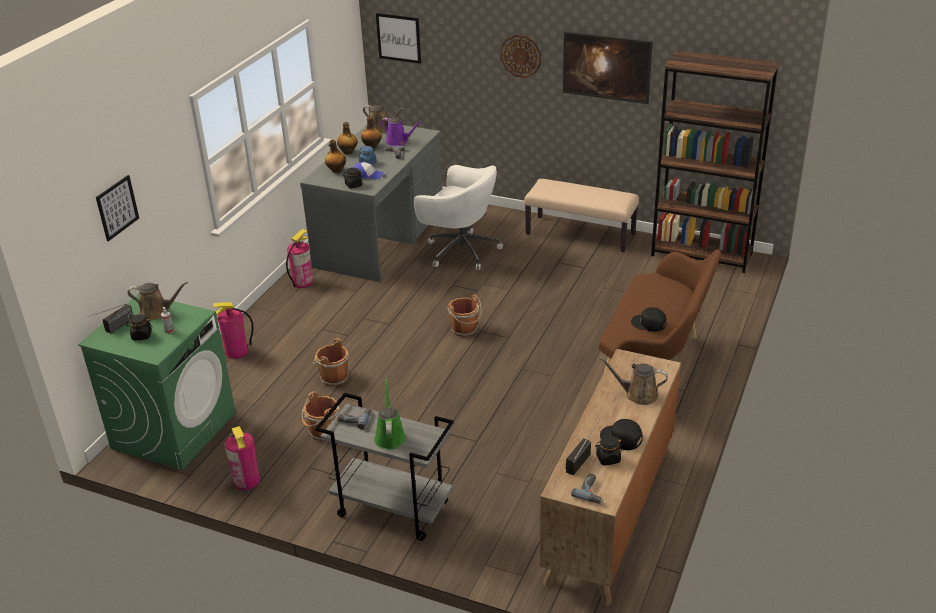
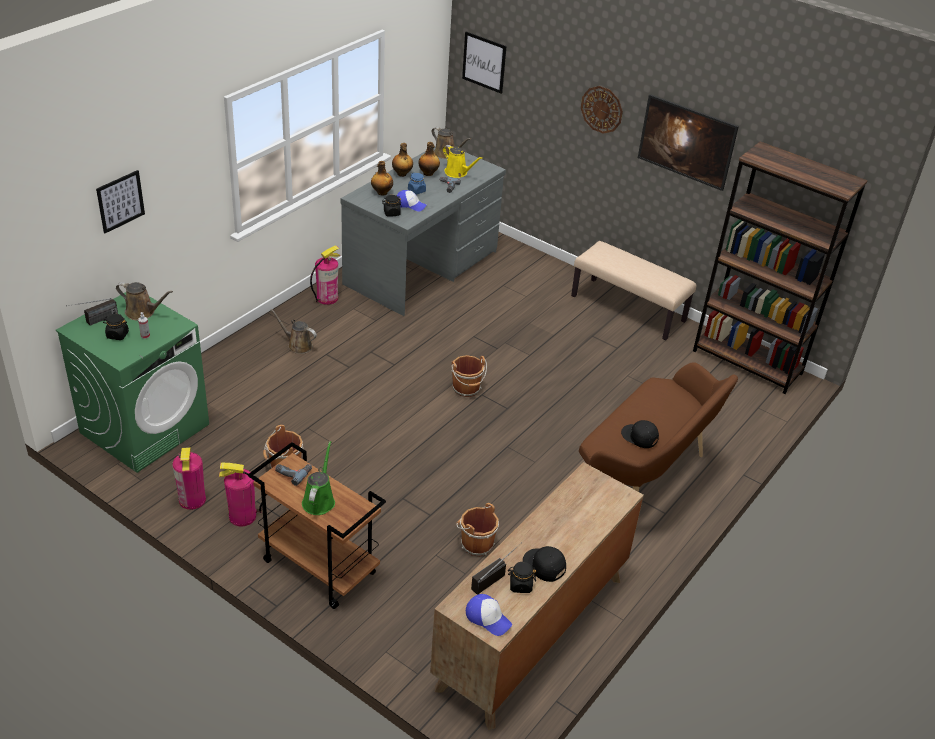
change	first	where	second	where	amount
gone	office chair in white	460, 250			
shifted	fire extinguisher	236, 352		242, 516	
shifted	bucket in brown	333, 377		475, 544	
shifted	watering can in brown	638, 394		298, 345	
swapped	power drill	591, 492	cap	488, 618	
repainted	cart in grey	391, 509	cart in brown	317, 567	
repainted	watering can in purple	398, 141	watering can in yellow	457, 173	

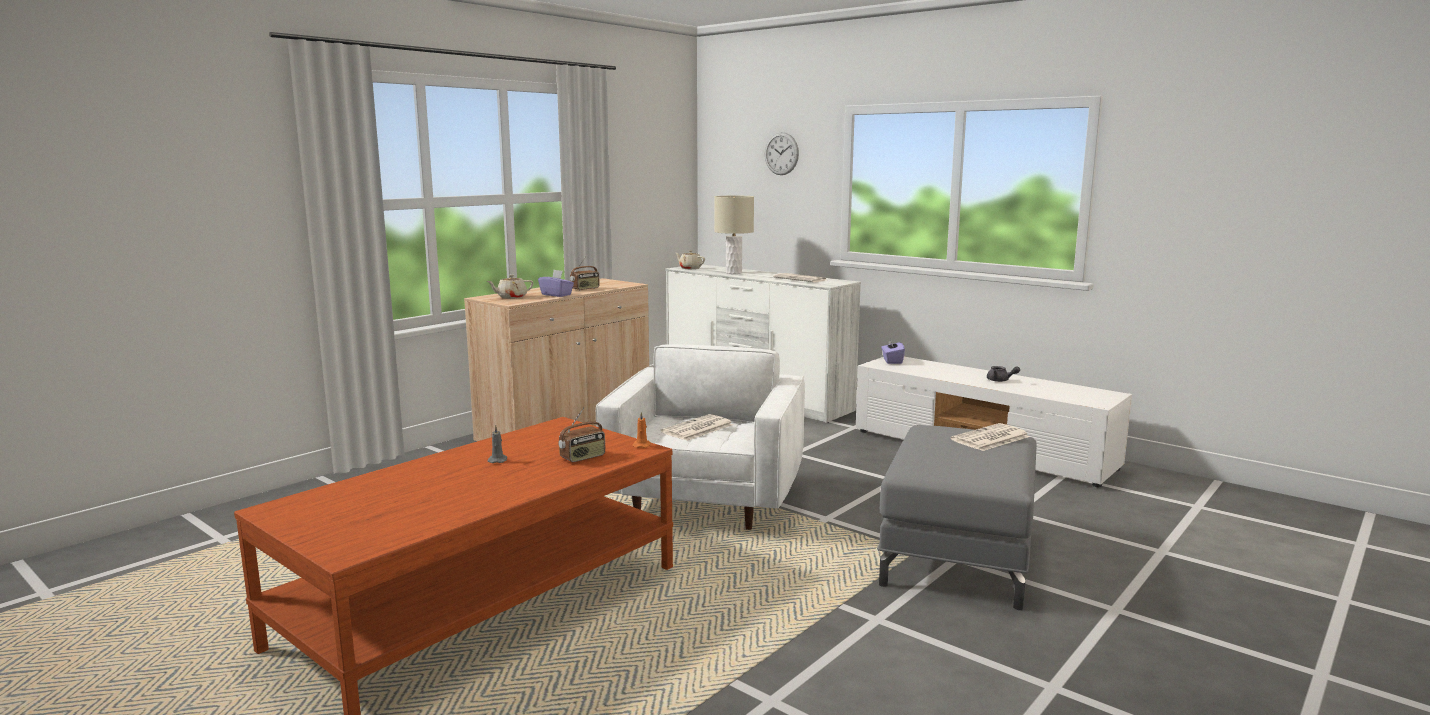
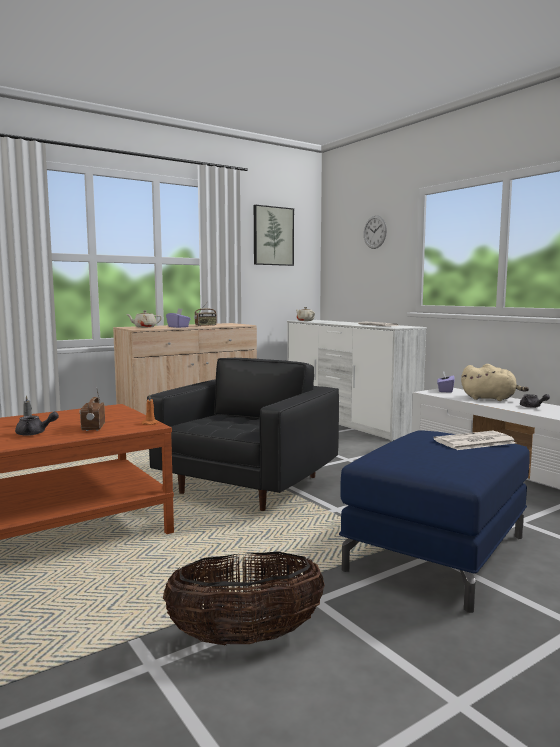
change	first	where	second	where	amount
gone	newspaper	697, 429			
gone	table lamp in beige	734, 273			
new			teapot in grey	35, 433	
new			basket	245, 638	
new			picture	273, 236	
new			plush toy in beige	490, 399	
repainted	armchair in white	707, 501	armchair in black	248, 487	
repainted	ottoman in grey	959, 556	ottoman in blue	438, 553	
rotated	radio	583, 457		92, 427	105 degrees clockwise

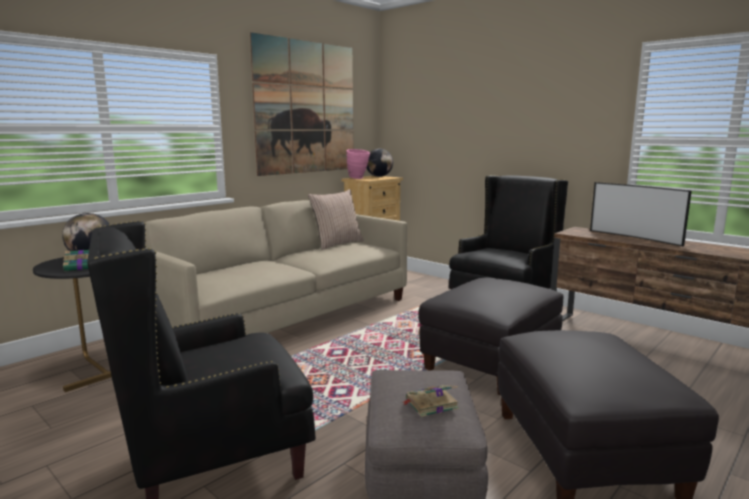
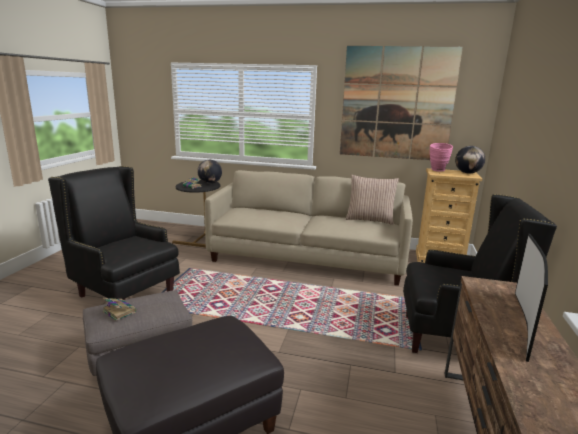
change	first	where	second	where	amount
gone	ottoman in black	490, 362			

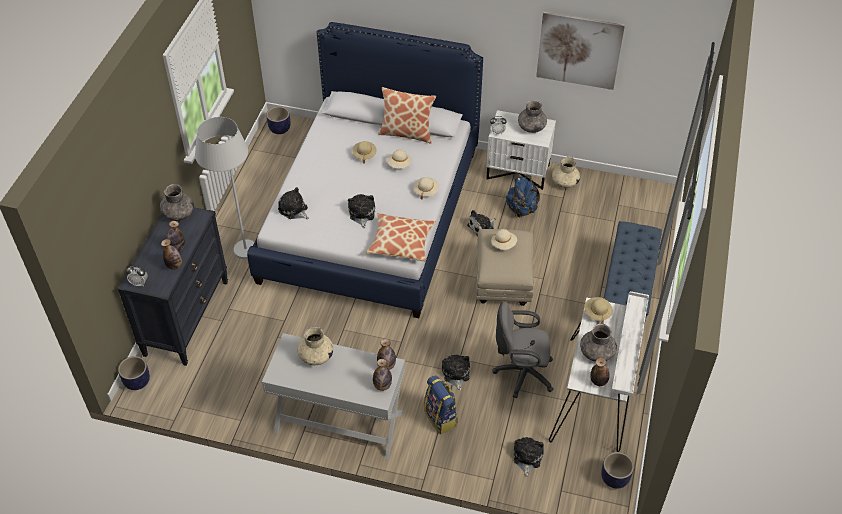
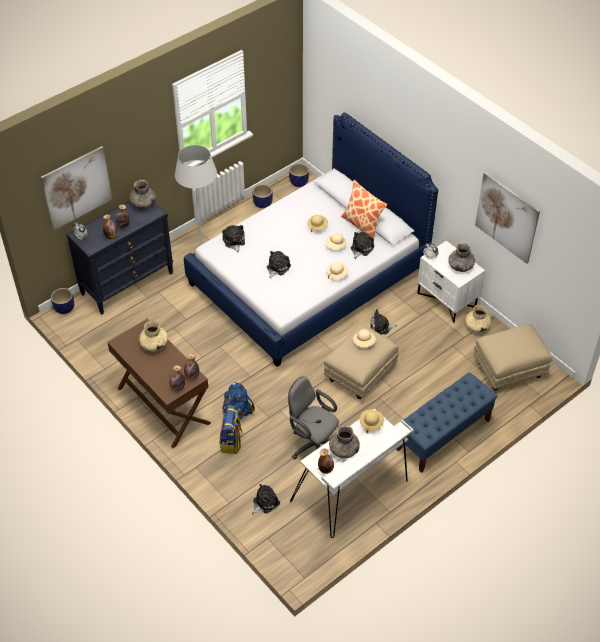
change	first	where	second	where	amount
gone	pillow	401, 242			
new			picture	77, 188	
new			ottoman in beige	509, 370	
shifted	plush toy	455, 374		361, 248	
shifted	backpack in blue	521, 209		237, 411	
shifted	planter	615, 478		263, 203	
repainted	console table in white	339, 422	console table in brown	163, 405	

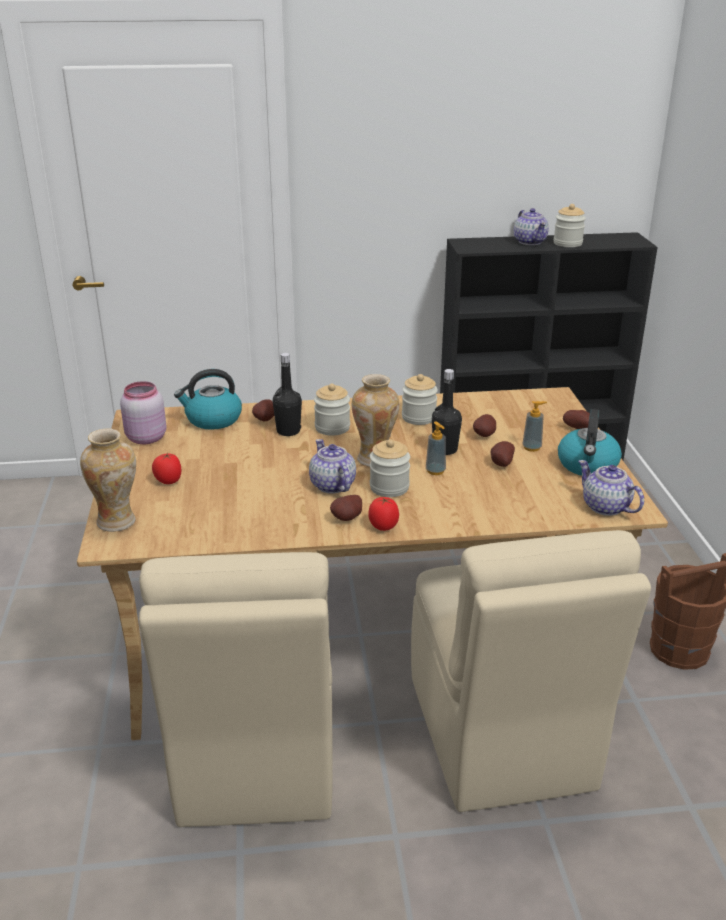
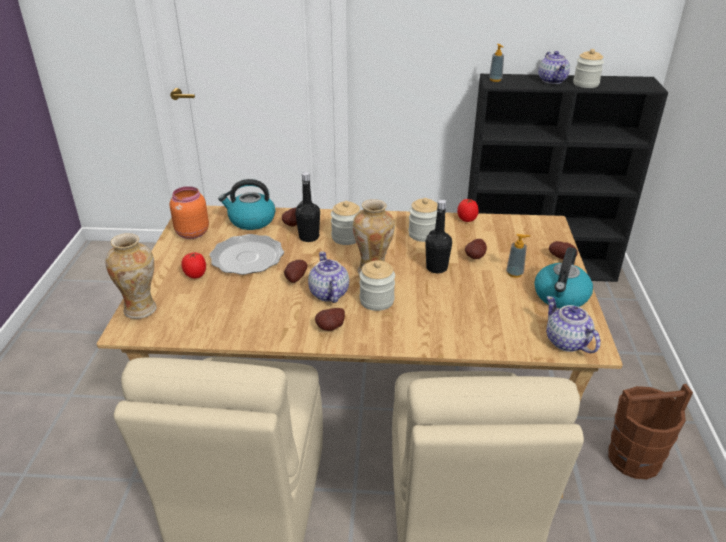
change	first	where	second	where	amount
new			plate	248, 257	
shifted	tomato	383, 526		467, 219	
shifted	soap dispenser	435, 471		495, 80	
shifted	potato	500, 464		295, 279	
repainted	jar in pink	145, 438	jar in orange	191, 233	

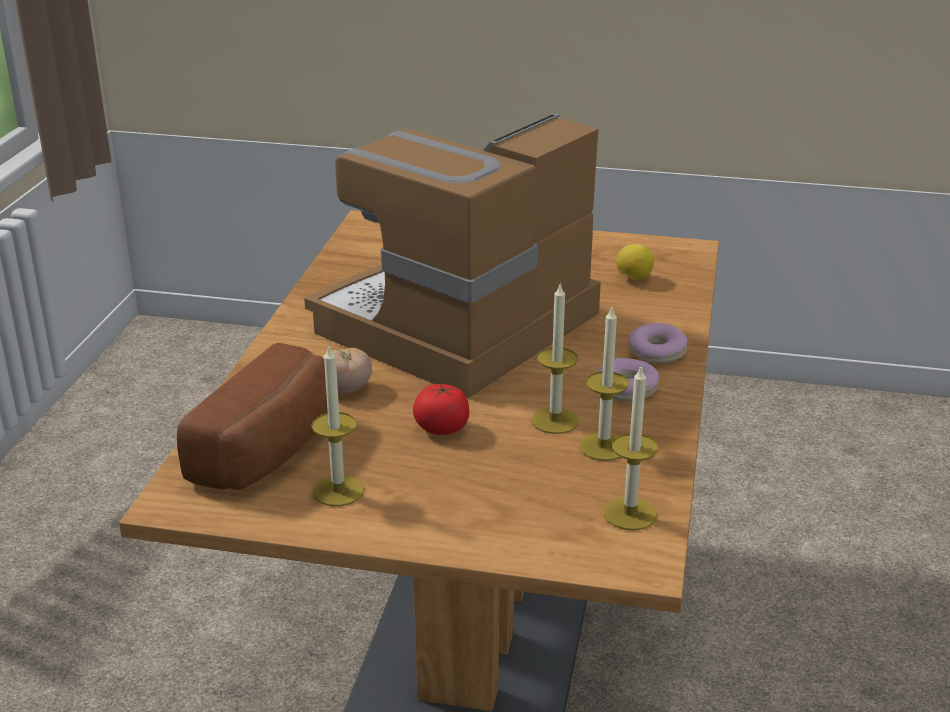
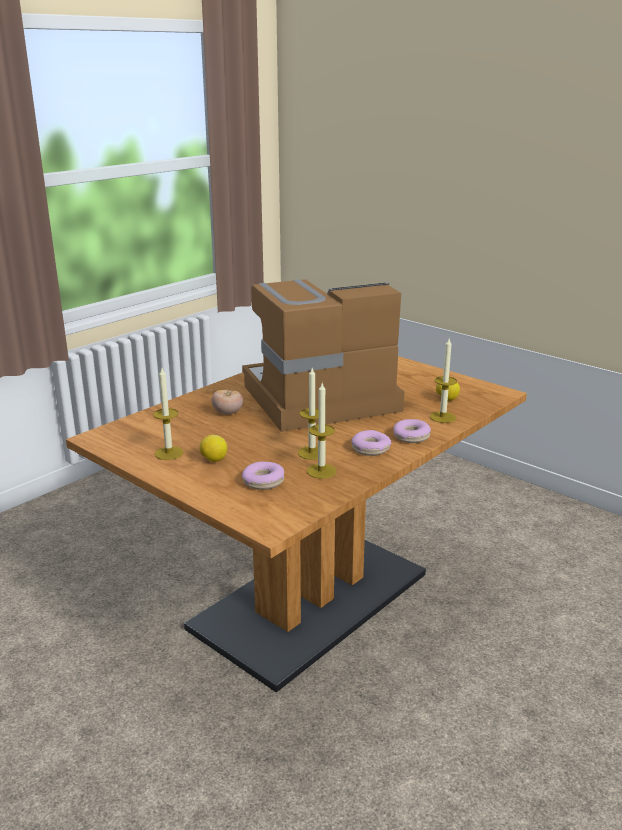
change	first	where	second	where	amount
gone	bread	272, 450			
gone	tomato	442, 428			
new			lemon	213, 460	
new			donut	263, 482	
shifted	candle	630, 514		442, 417	

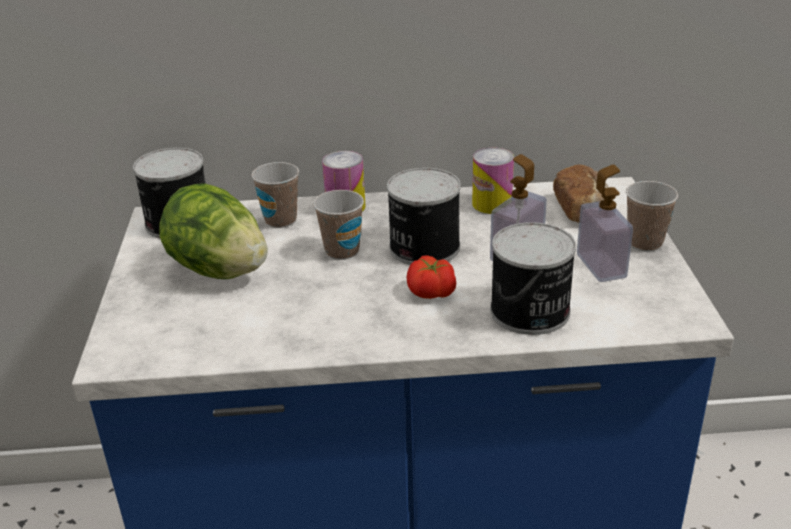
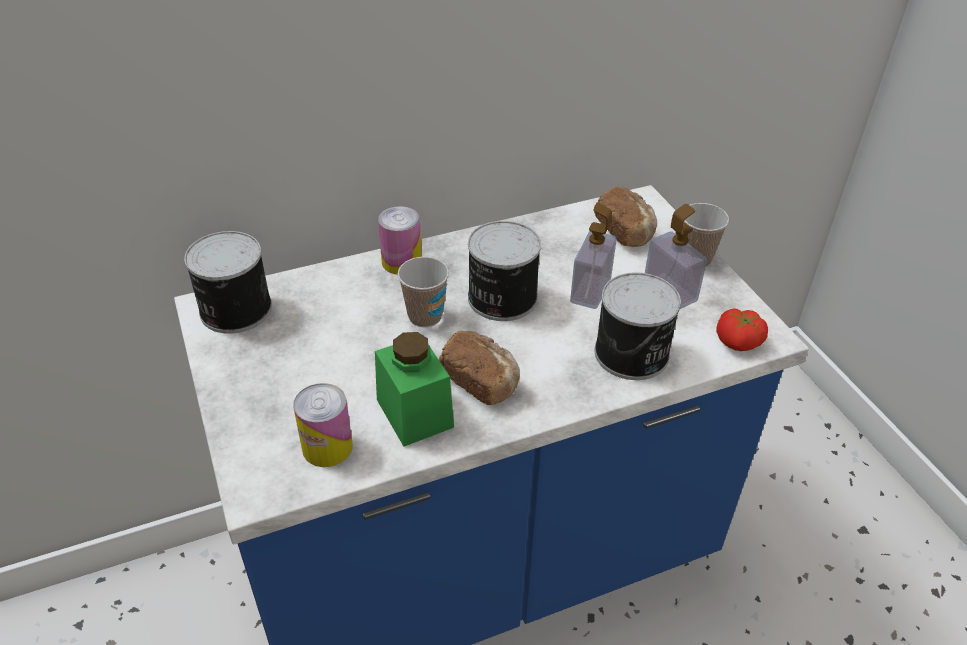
change	first	where	second	where	amount
gone	lettuce	219, 270			
gone	cup	280, 220			
new			jar in green	414, 413	
new			bread	480, 380	
shifted	tomato	431, 292		738, 342	
shifted	can	492, 204		327, 447	

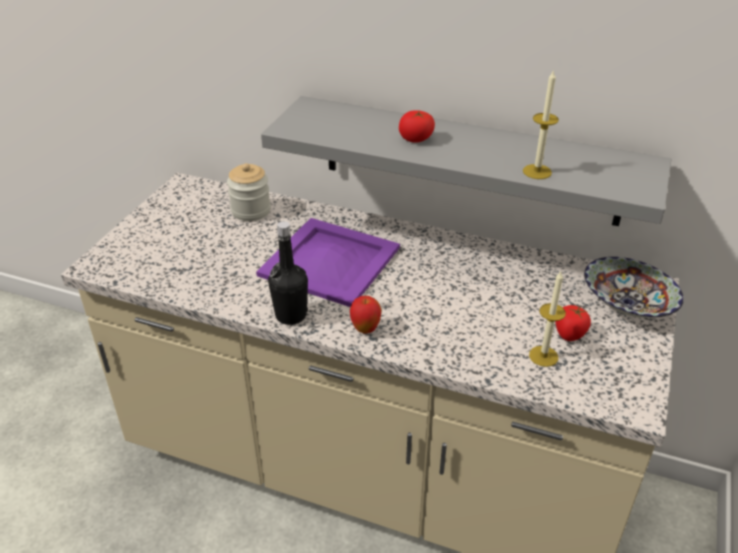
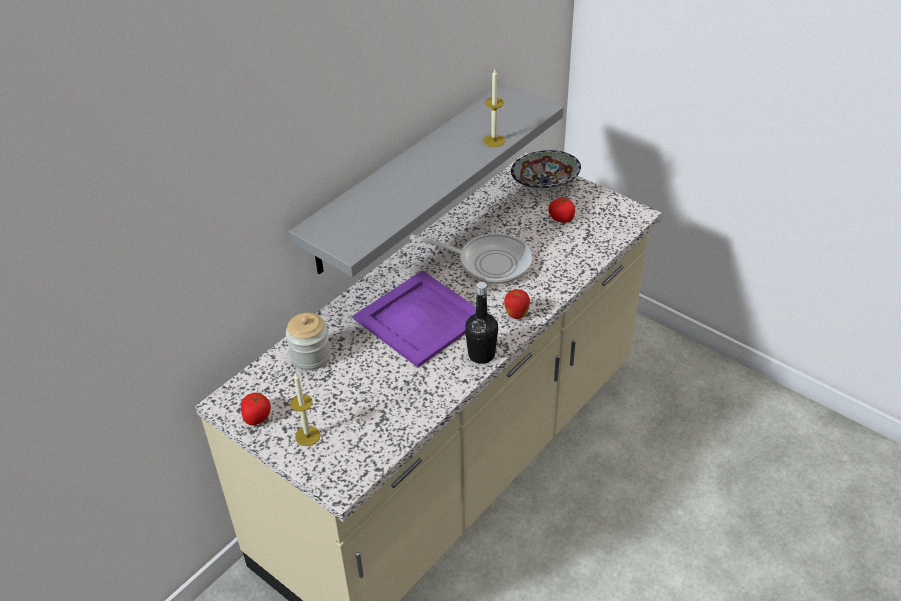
change	first	where	second	where	amount
new			frying pan	488, 262	
shifted	tomato	416, 139		257, 417	
shifted	candle	543, 356		307, 436	

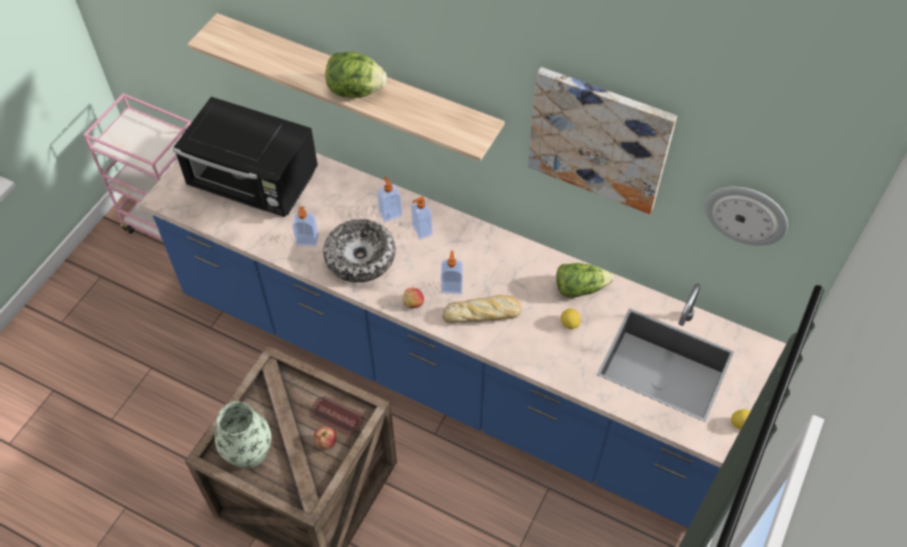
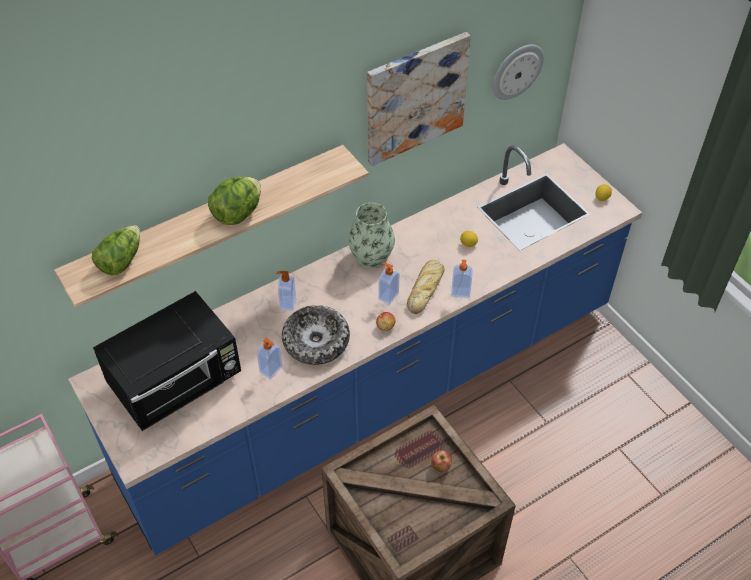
change	first	where	second	where	amount
shifted	vase	248, 451		371, 257	
shifted	soap dispenser	421, 230		460, 293	
shifted	lettuce	580, 287		121, 260	

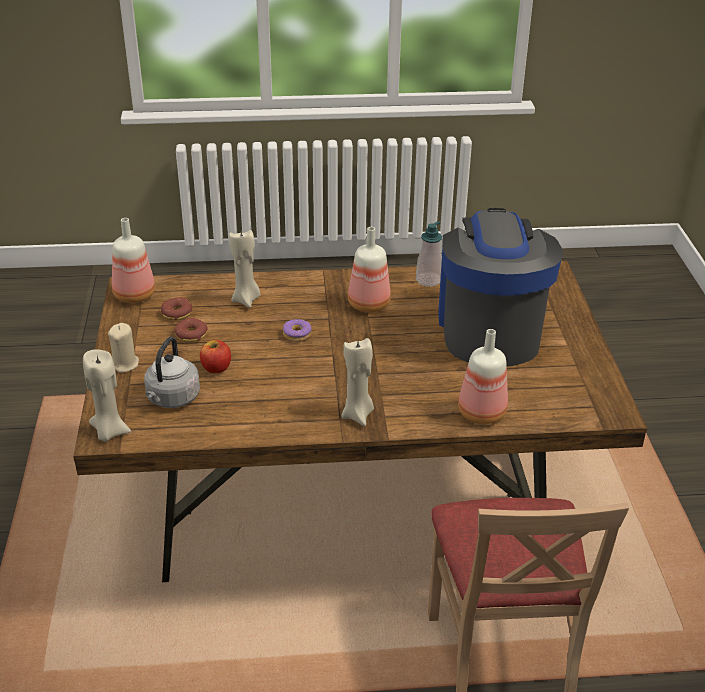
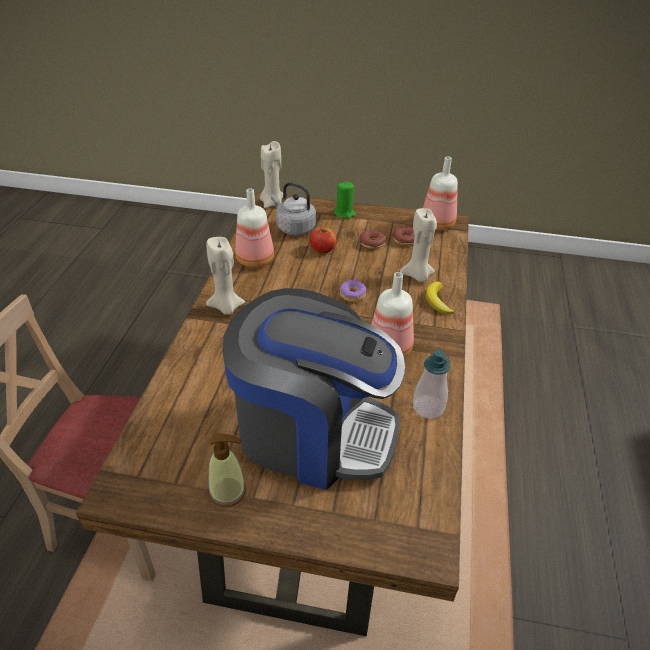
change	first	where	second	where	amount
new			soap dispenser	228, 491	
new			banana	437, 301	
shifted	bottle	480, 413		255, 259	
repainted	candle in beige	125, 364	candle in green	344, 213	

